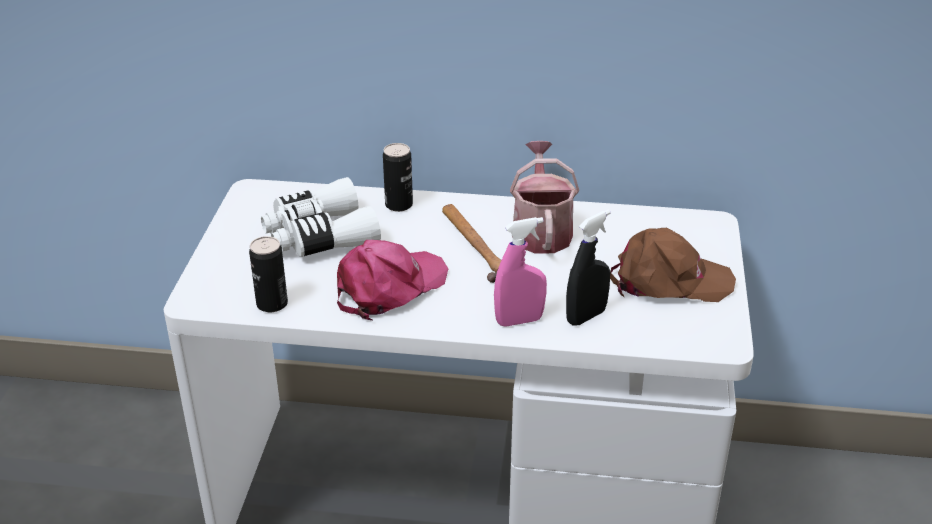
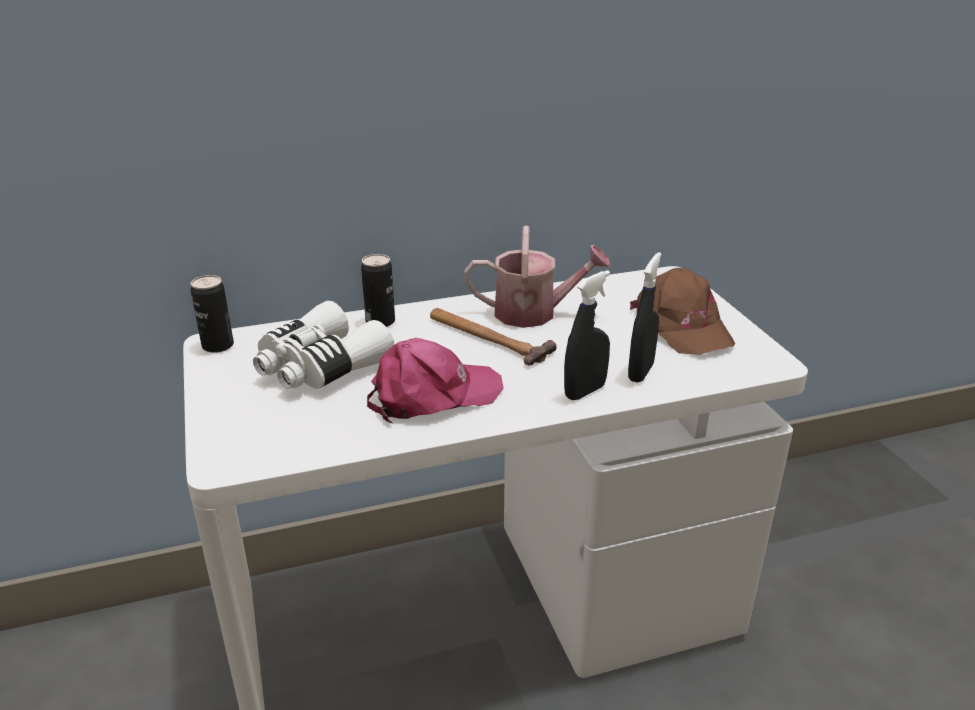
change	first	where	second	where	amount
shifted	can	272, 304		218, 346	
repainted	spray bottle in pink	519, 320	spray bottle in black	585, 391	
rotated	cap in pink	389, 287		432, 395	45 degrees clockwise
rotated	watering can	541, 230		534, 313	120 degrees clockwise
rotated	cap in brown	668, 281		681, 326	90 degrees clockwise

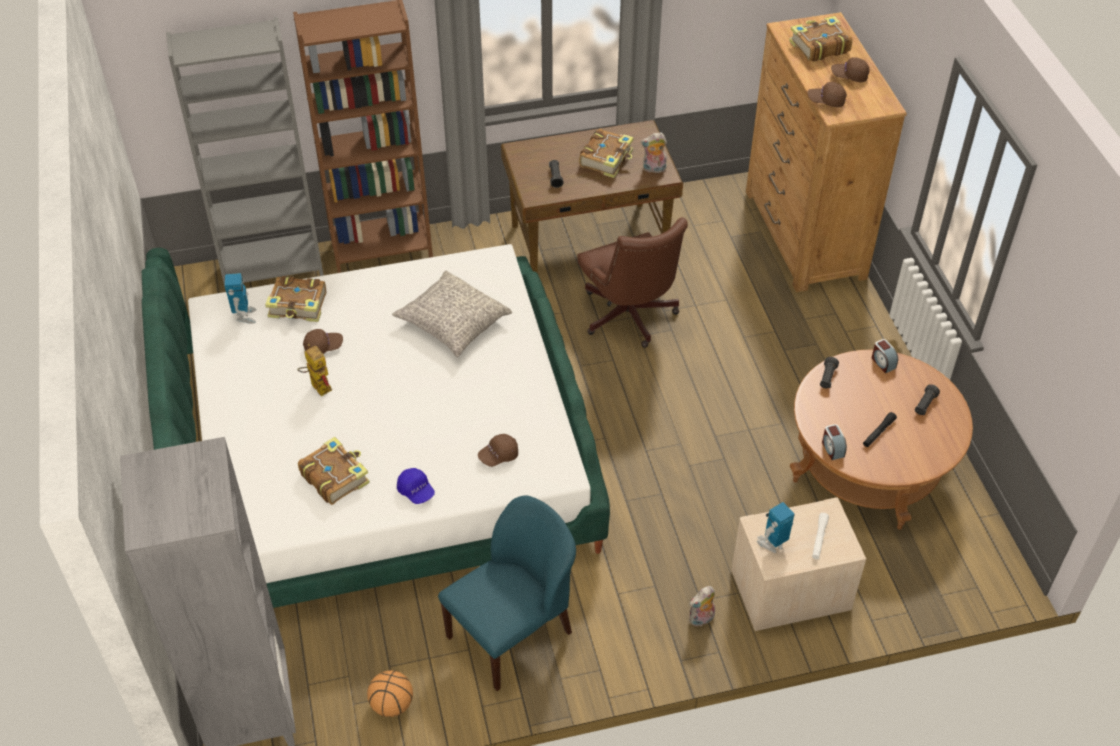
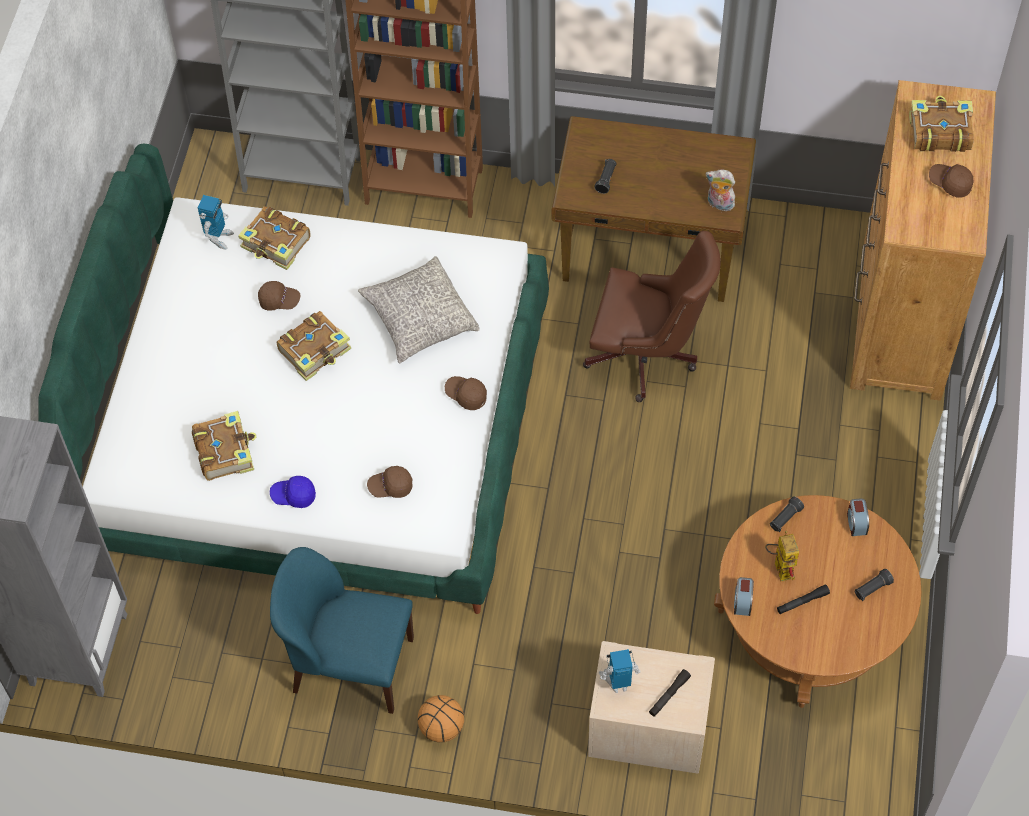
change	first	where	second	where	amount
gone	plush toy	701, 619			
shifted	toy robot	317, 385		780, 566	
shifted	basketball	391, 704		441, 727	
shifted	book	607, 159		315, 351	
shifted	cap in brown	826, 100		466, 395	
repainted	flashlight in white	819, 539	flashlight in black	669, 695	
rotated	cap in blue	416, 491		293, 495	105 degrees clockwise
rotated	chair in blue	511, 633		350, 665	150 degrees counterclockwise
rotated	office chair in brown	630, 319		647, 357	75 degrees counterclockwise

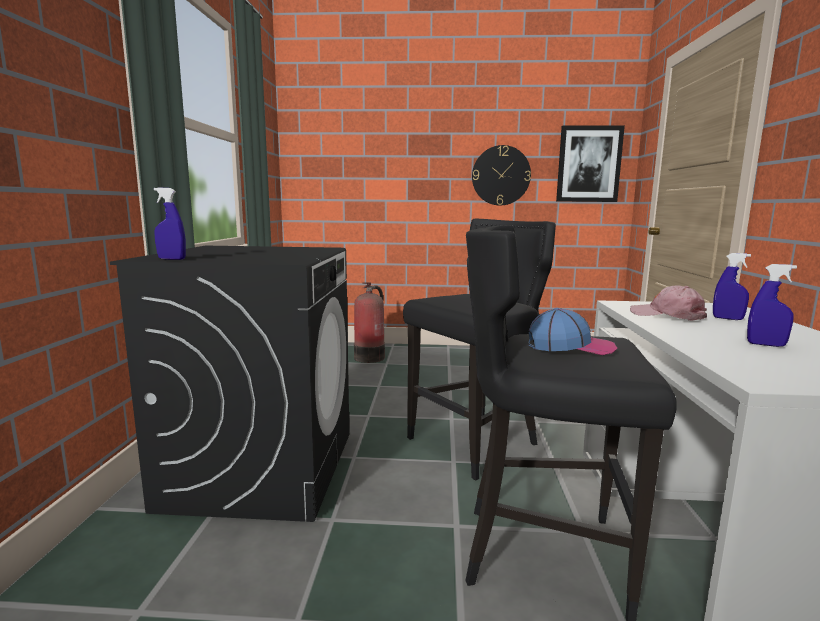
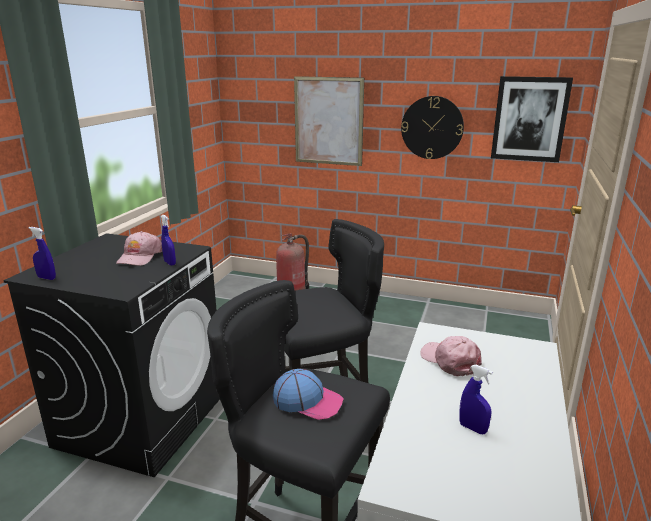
change	first	where	second	where	amount
new			cap in pink	140, 256	
new			picture	328, 121	
shifted	spray bottle in blue	727, 318		170, 263	

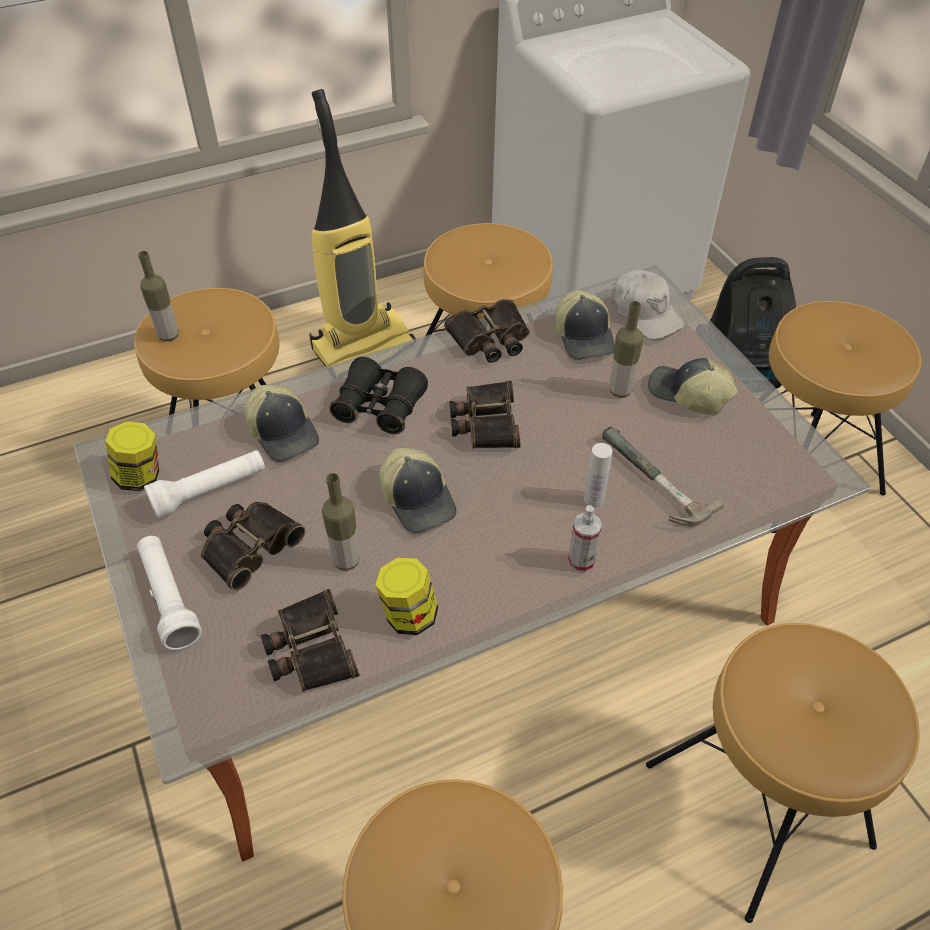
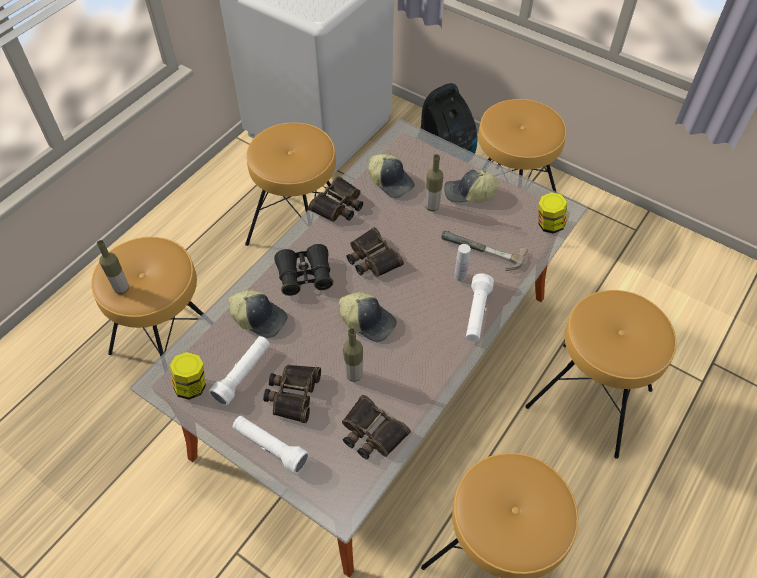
change	first	where	second	where	amount
gone	vacuum cleaner	363, 347			
gone	cap in white	645, 313			
shifted	jar	408, 615		549, 225	
swapped	spray bottle	581, 561	flashlight in white	476, 314	

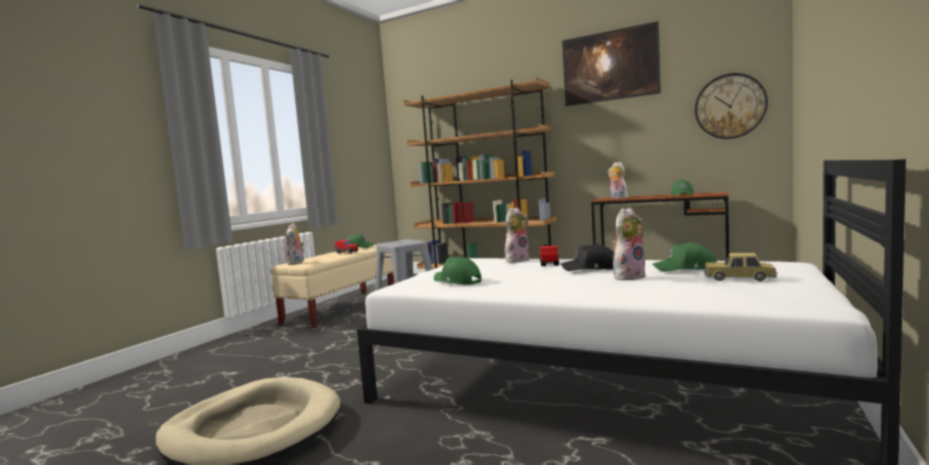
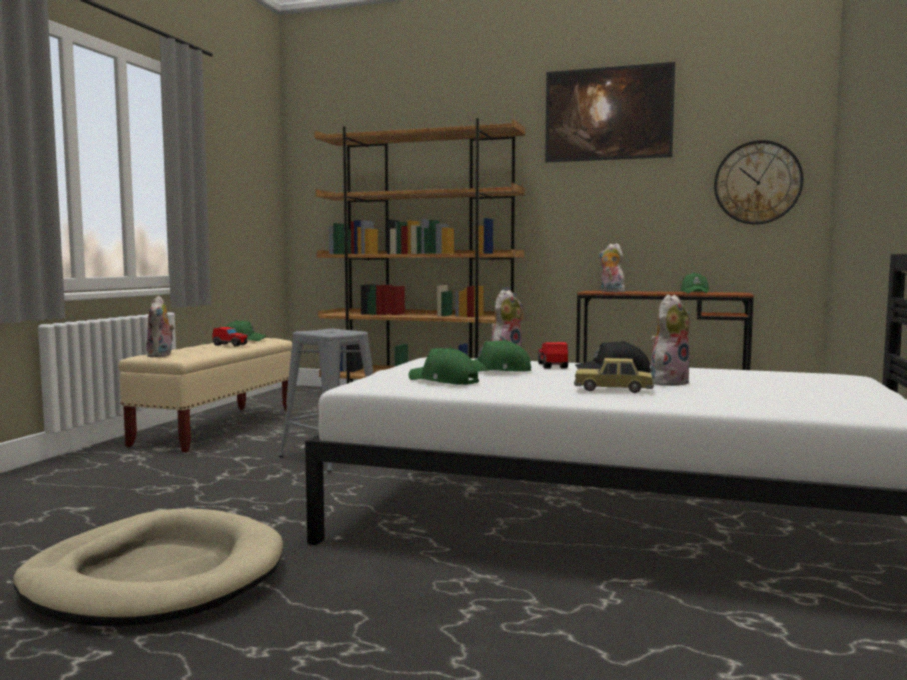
change	first	where	second	where	amount
shifted	cap in green	686, 269		497, 371	
shifted	toy car	739, 278		613, 389	

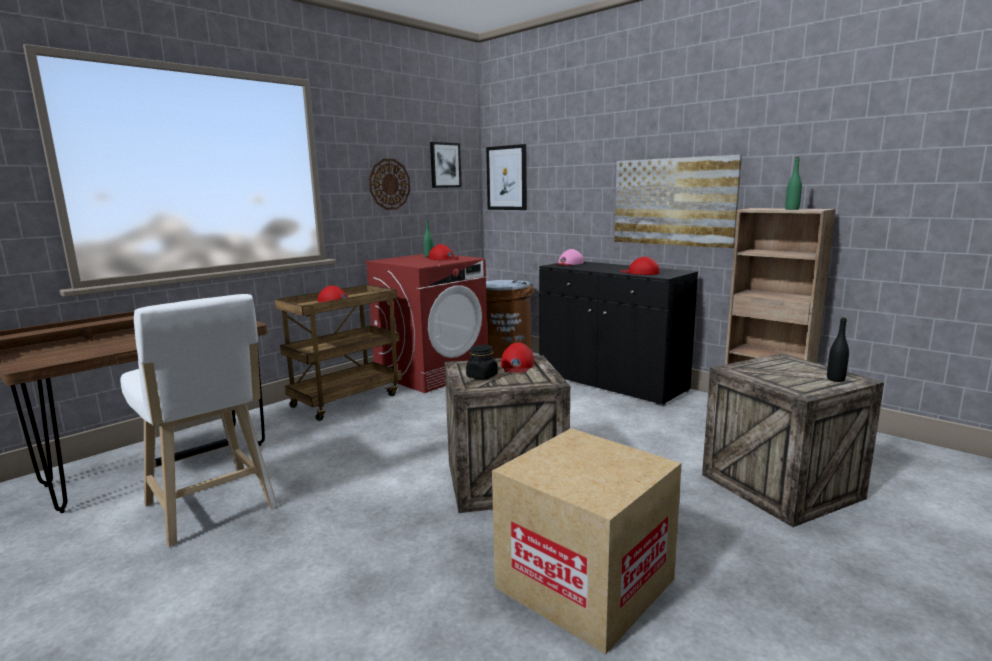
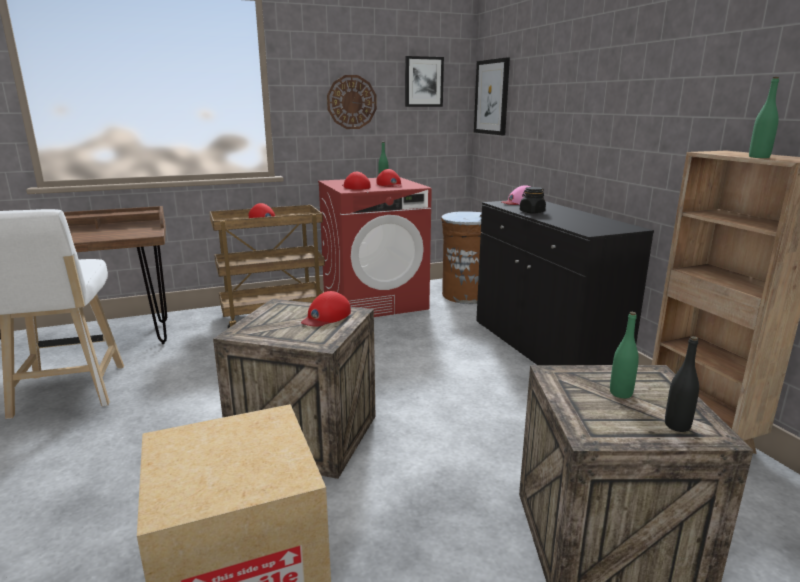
change	first	where	second	where	amount
gone	picture	673, 202			
new			bottle in green	620, 393	
shifted	jar in black	482, 376		532, 212	
shifted	cap in red	640, 272		355, 187	

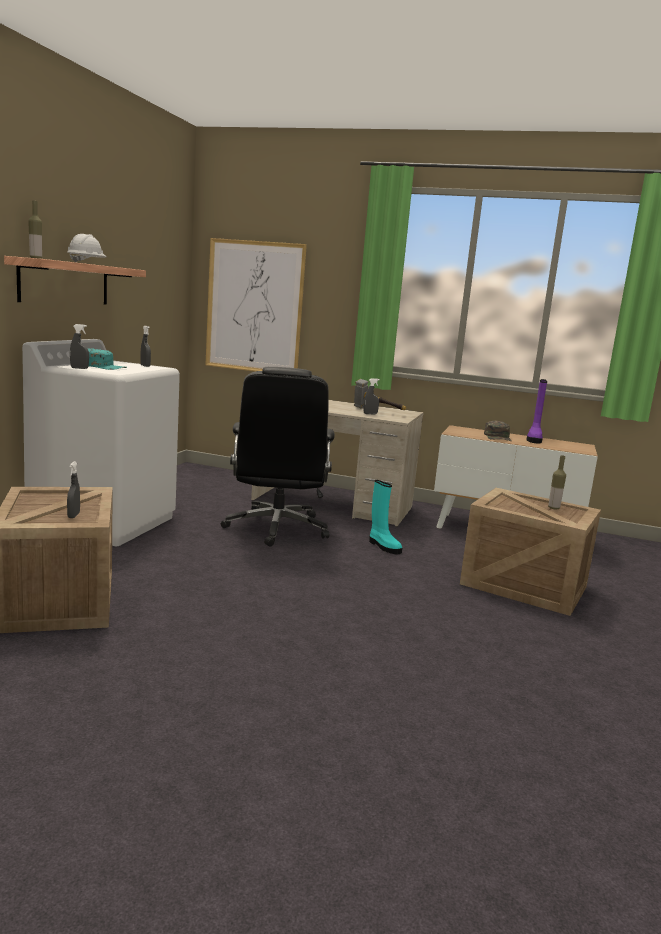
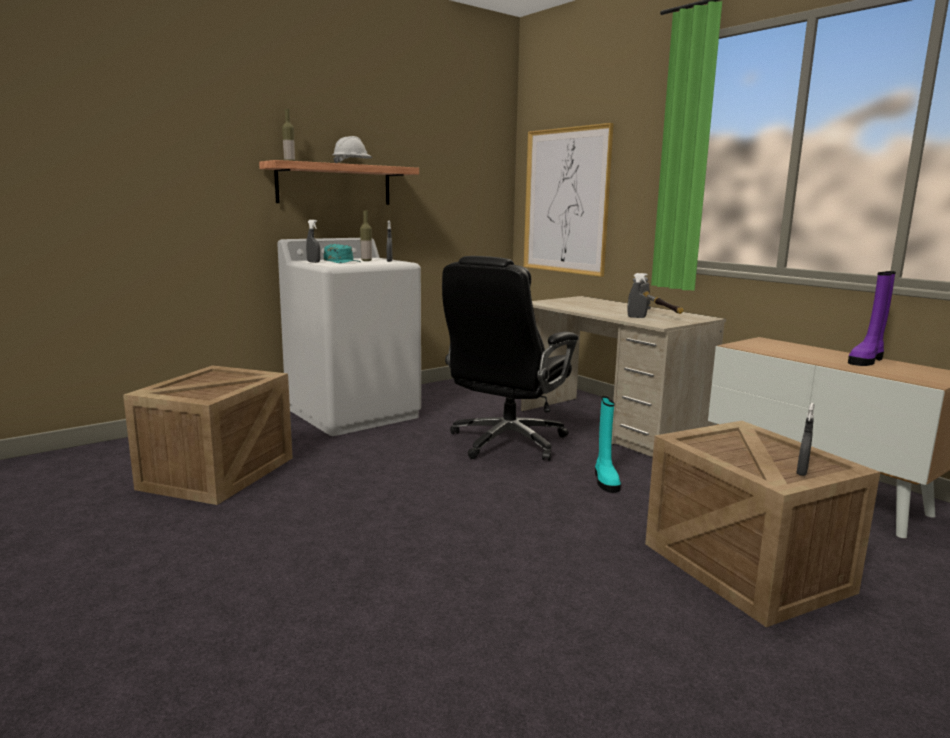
change	first	where	second	where	amount
gone	cap in green	498, 437			
shifted	spray bottle in grey	73, 515		802, 472	
shifted	bottle	553, 508		366, 260	

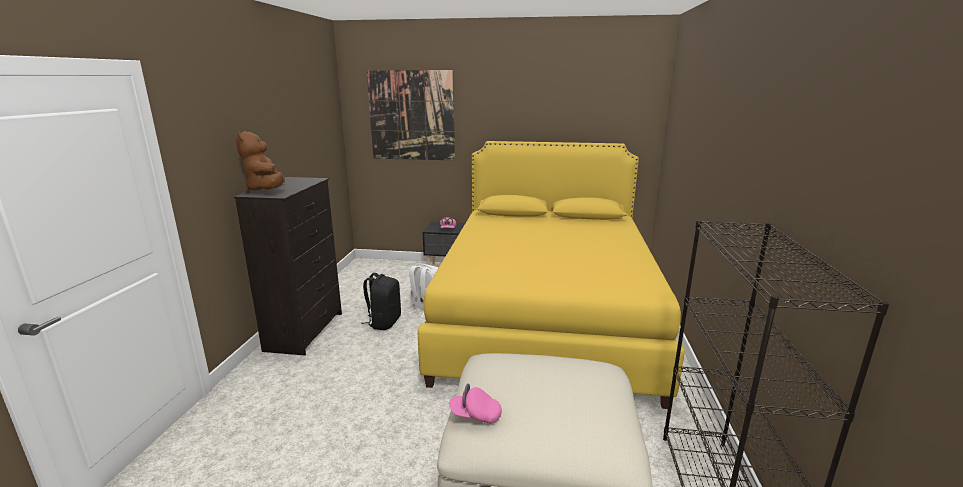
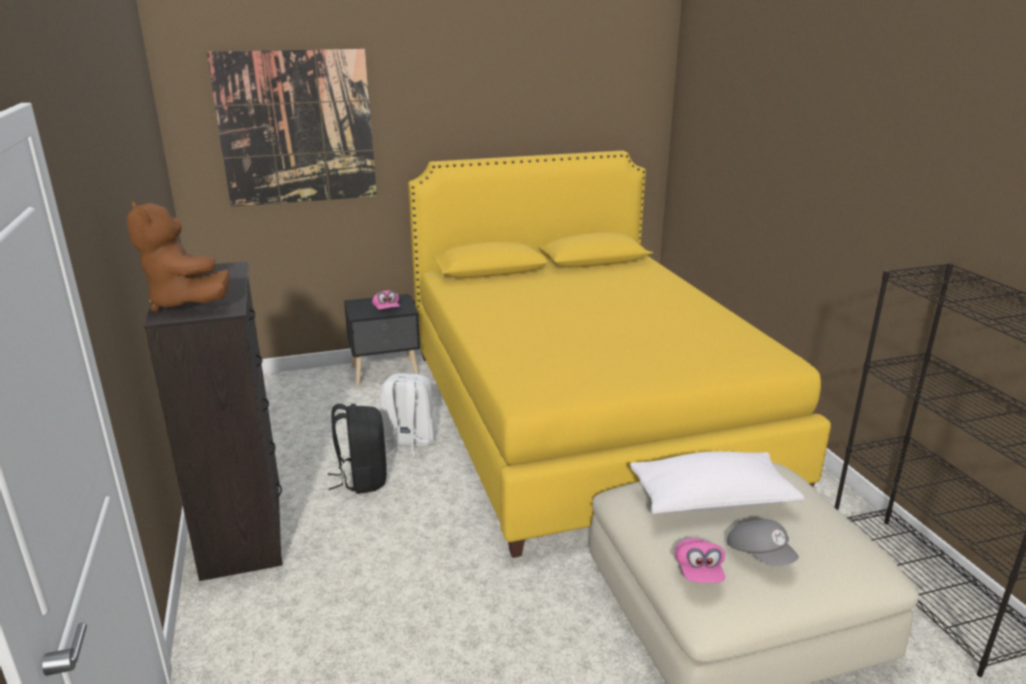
change	first	where	second	where	amount
new			pillow in white	711, 500	
new			cap in grey	760, 555	
rotated	cap in pink	475, 415		698, 572	75 degrees counterclockwise

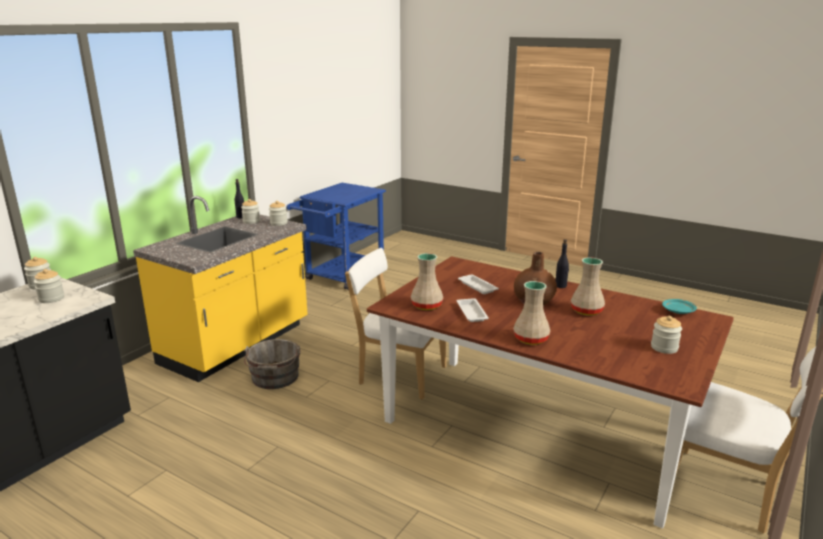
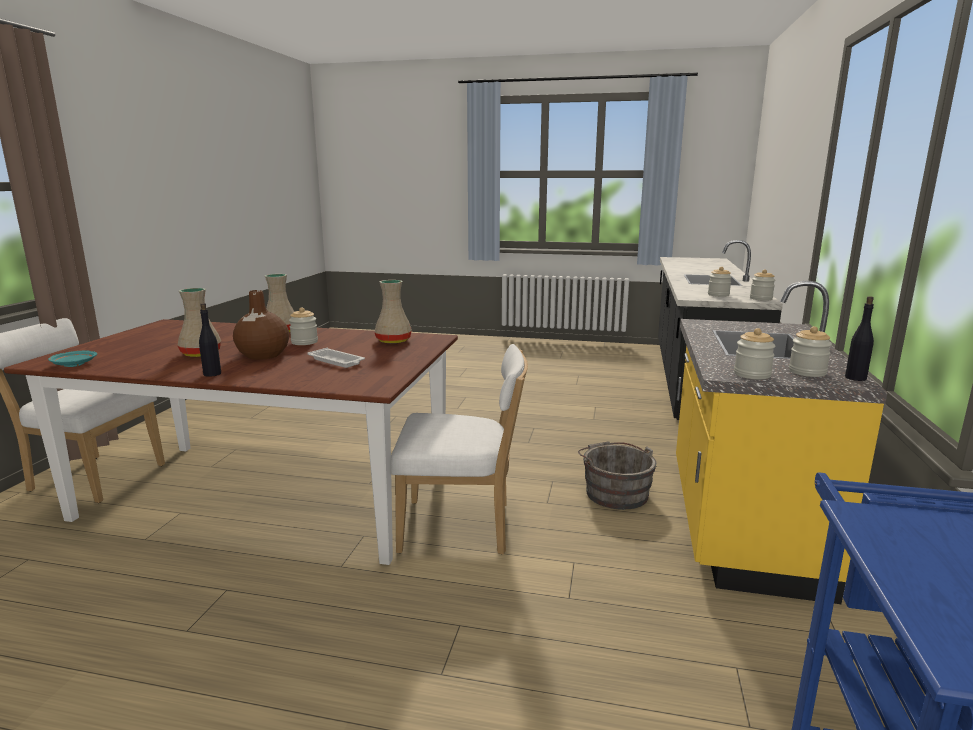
change	first	where	second	where	amount
gone	tray in white	471, 312			
shifted	jar	664, 347		304, 342	

